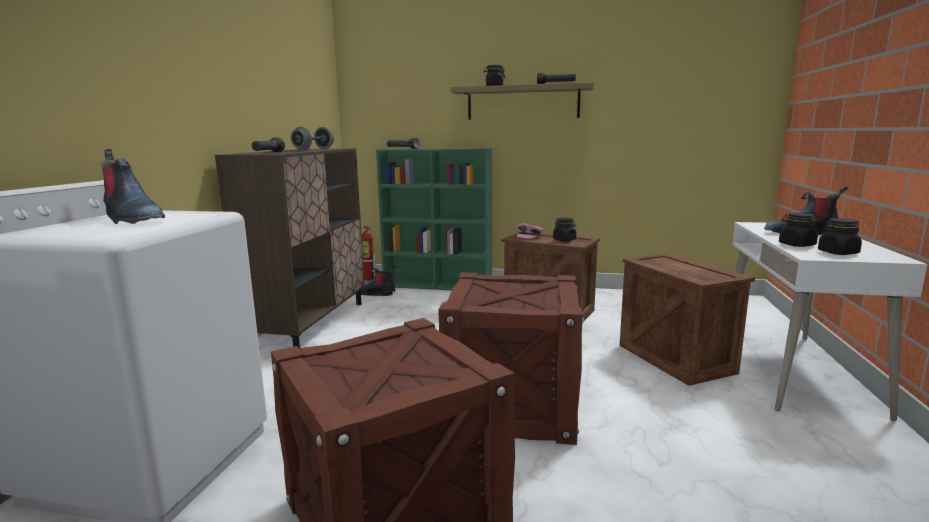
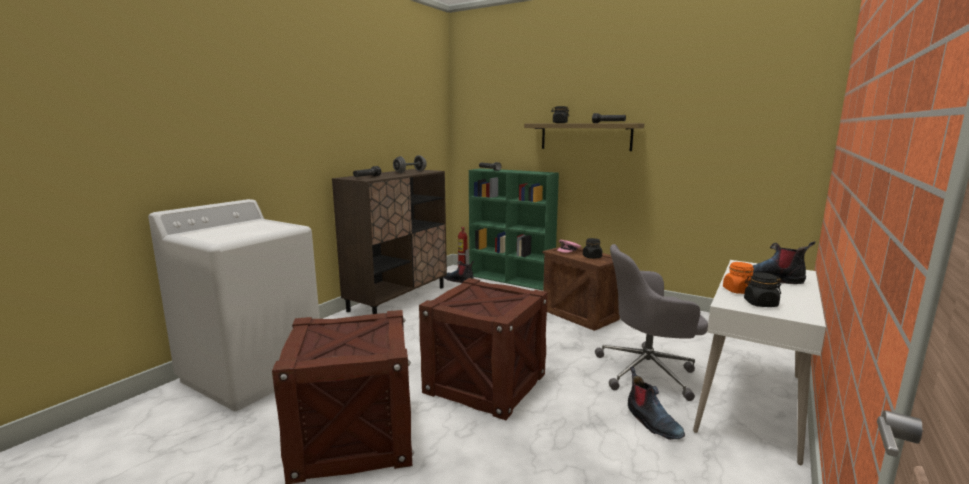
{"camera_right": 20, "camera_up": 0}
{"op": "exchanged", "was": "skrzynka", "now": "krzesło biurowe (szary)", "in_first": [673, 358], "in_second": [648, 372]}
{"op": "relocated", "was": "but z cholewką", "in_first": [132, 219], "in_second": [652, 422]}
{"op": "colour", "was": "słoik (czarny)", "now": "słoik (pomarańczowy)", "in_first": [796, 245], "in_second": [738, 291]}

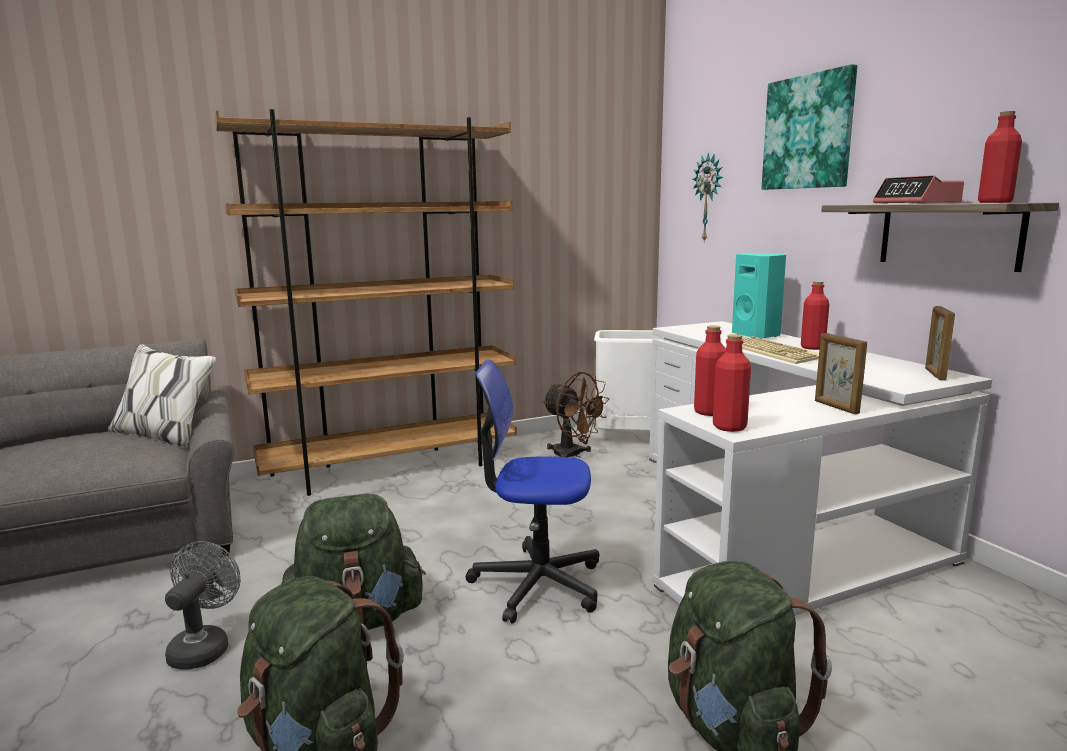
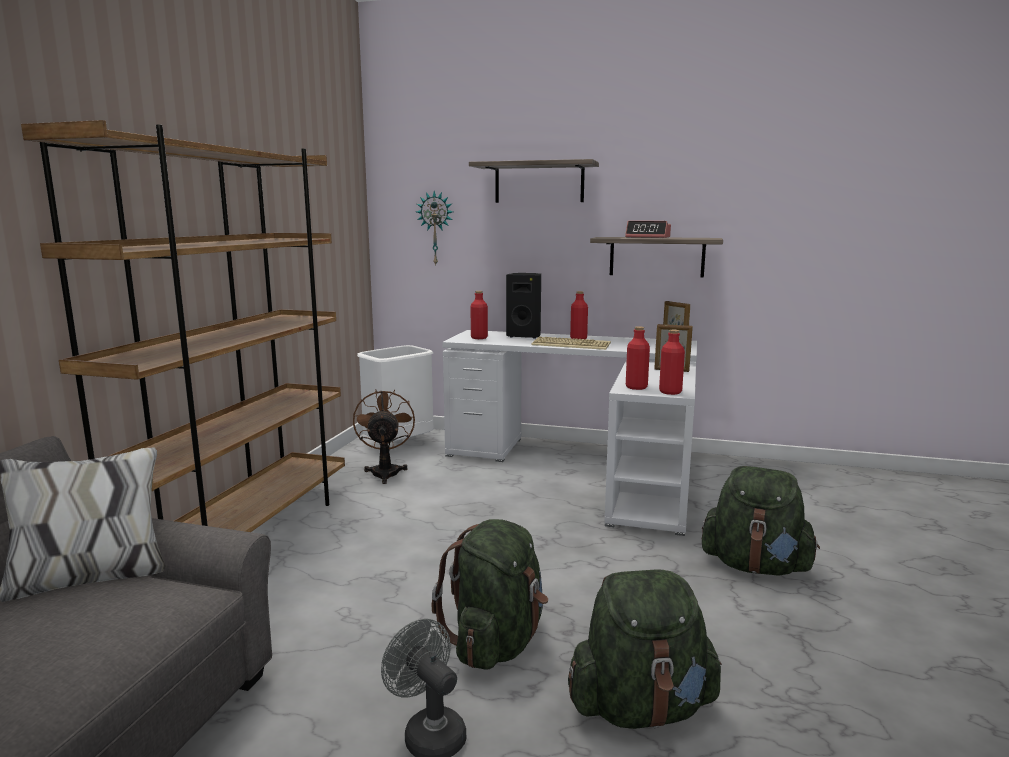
{"camera_right": -50, "camera_up": 0}
{"op": "spun", "was": "wentylator (brązowy)", "in_first": [573, 455], "in_second": [385, 471], "clockwise": -90}
{"op": "exchanged", "was": "obraz", "now": "półka", "in_first": [808, 132], "in_second": [539, 183]}
{"op": "relocated", "was": "butelka (czerwony)", "in_first": [995, 202], "in_second": [479, 338]}
{"op": "colour", "was": "głośnik (turkusowy)", "now": "głośnik (czarny)", "in_first": [757, 335], "in_second": [525, 336]}
{"op": "missing", "was": "krzesło biurowe", "in_first": [537, 584]}

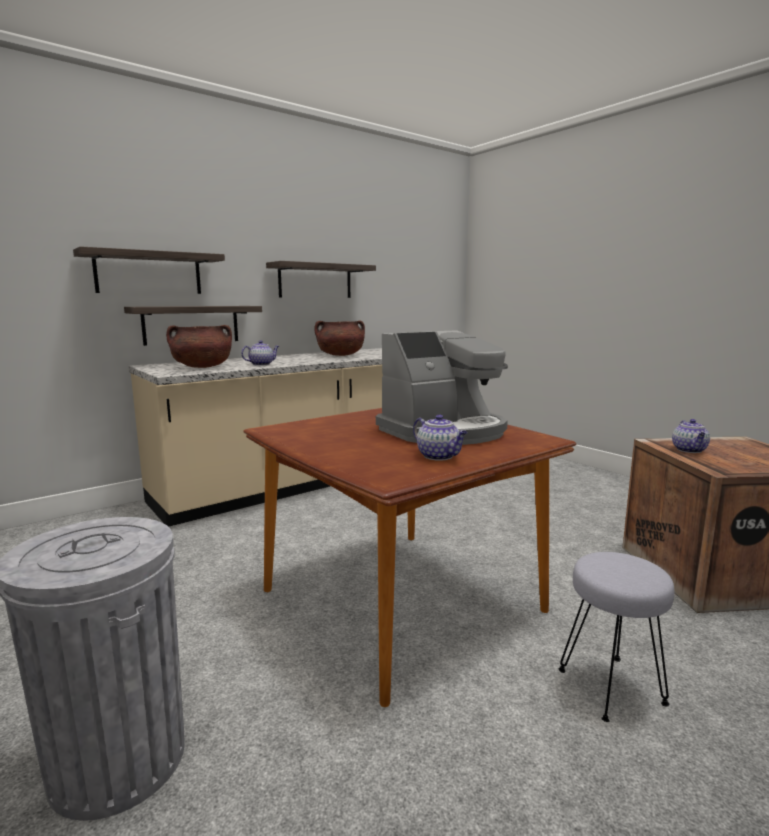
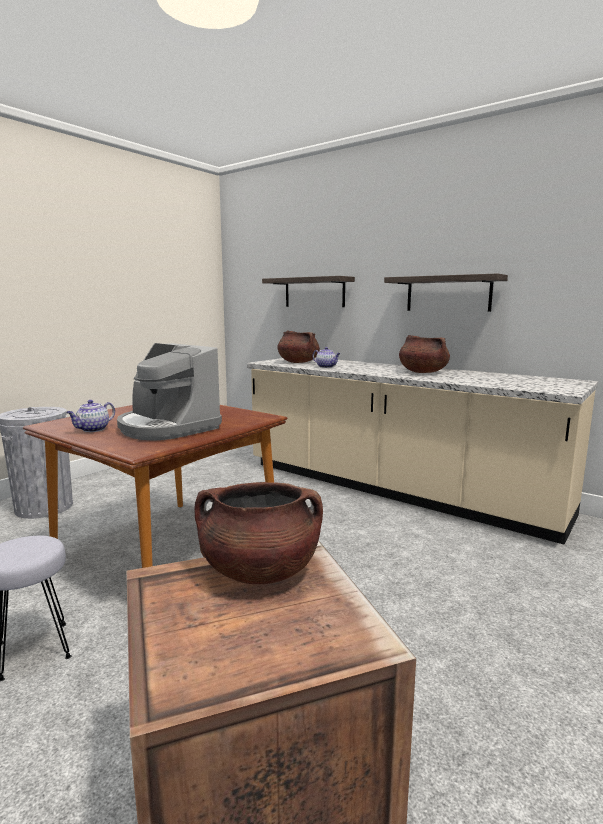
{"camera_right": 75, "camera_up": 0}
{"op": "exchanged", "was": "imbryk", "now": "garnek (brązowy)", "in_first": [690, 450], "in_second": [260, 571]}
{"op": "missing", "was": "półka", "in_first": [191, 324]}

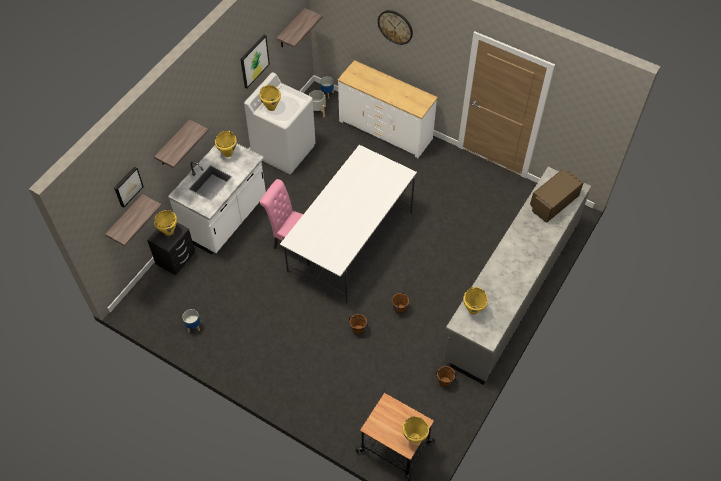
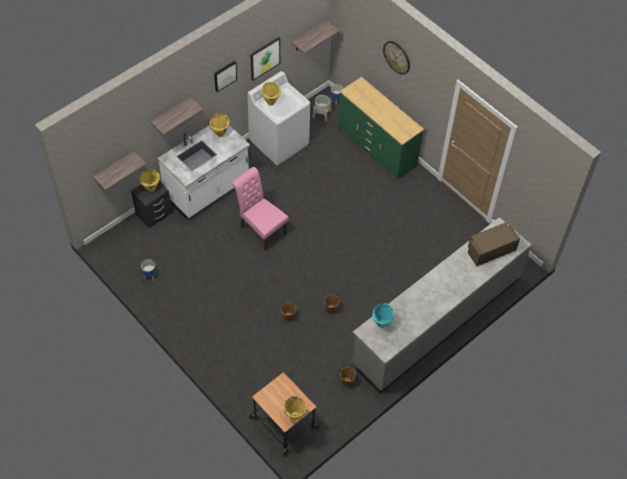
{"camera_right": 15, "camera_up": 0}
{"op": "relocated", "was": "obraz", "in_first": [127, 186], "in_second": [224, 75]}
{"op": "colour", "was": "komoda (biały)", "now": "komoda (zielony)", "in_first": [385, 130], "in_second": [377, 147]}
{"op": "colour", "was": "garnek (żółty)", "now": "garnek (turkusowy)", "in_first": [473, 310], "in_second": [381, 323]}
{"op": "missing", "was": "stół jadalny (biały)", "in_first": [350, 241]}

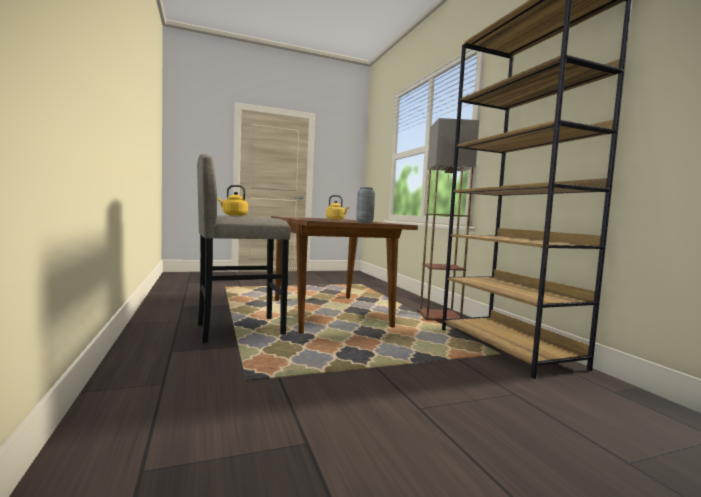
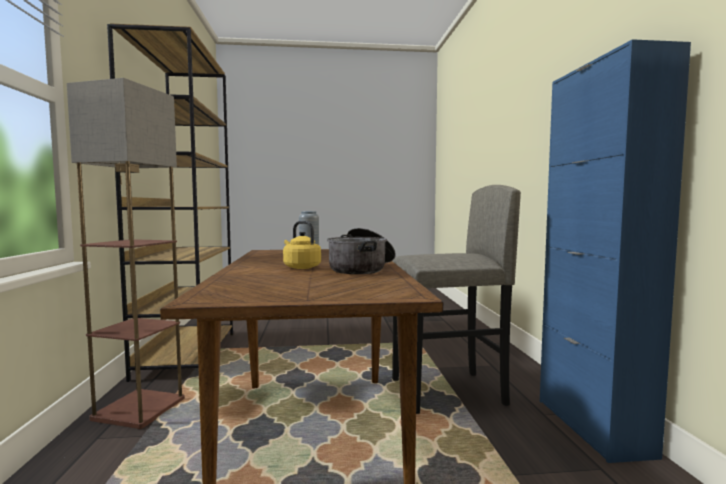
{"camera_right": -165, "camera_up": 0}
{"op": "appeared", "now": "garnek", "in_second": [362, 268]}
{"op": "appeared", "now": "szafka (niebieski)", "in_second": [592, 426]}
{"op": "missing", "was": "czajnik (żółty)", "in_first": [233, 215]}

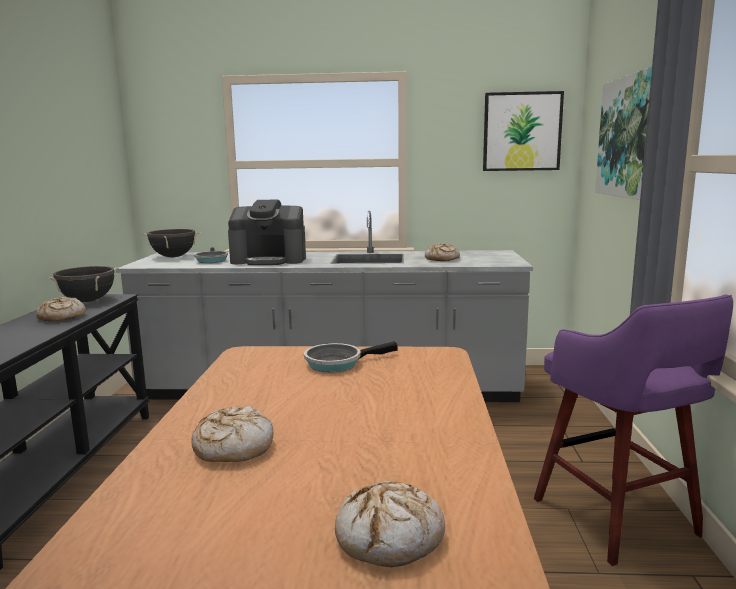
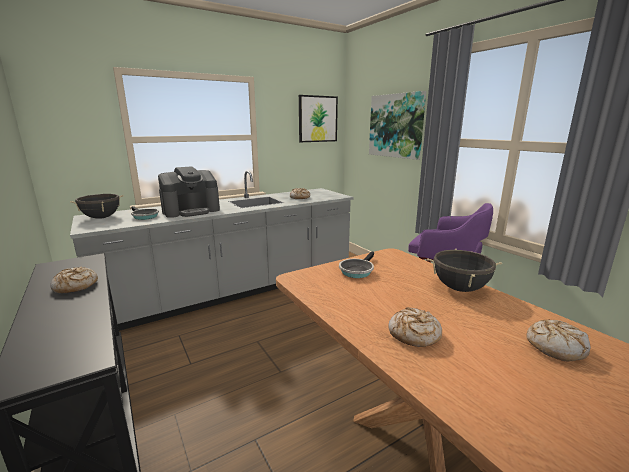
{"camera_right": -35, "camera_up": 5}
{"op": "relocated", "was": "garnek (czarny)", "in_first": [87, 301], "in_second": [460, 288]}

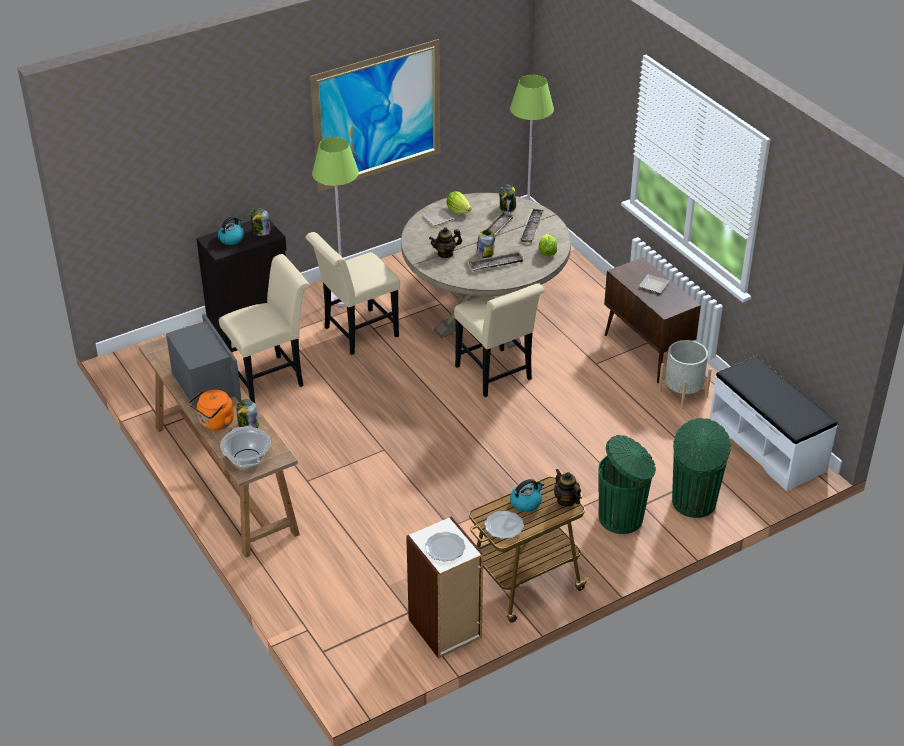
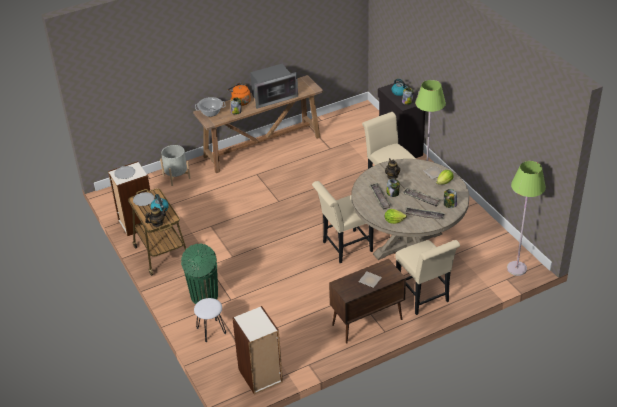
{"camera_right": 95, "camera_up": 0}
{"op": "relocated", "was": "donica (szary)", "in_first": [682, 393], "in_second": [176, 177]}
{"op": "exchanged", "was": "kosz na śmieci (zielony)", "now": "stołek (biały)", "in_first": [693, 503], "in_second": [211, 330]}
{"op": "exchanged", "was": "ławka (biały)", "now": "regał", "in_first": [767, 445], "in_second": [260, 376]}
{"op": "relocated", "was": "krzesło (beżowy)", "in_first": [271, 377], "in_second": [424, 298]}
{"op": "missing", "was": "obraz", "in_first": [377, 115]}

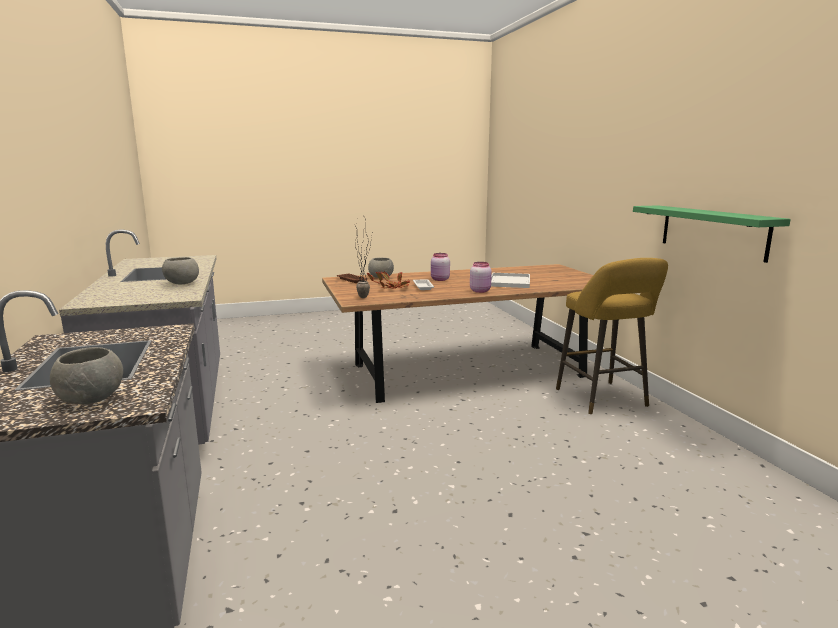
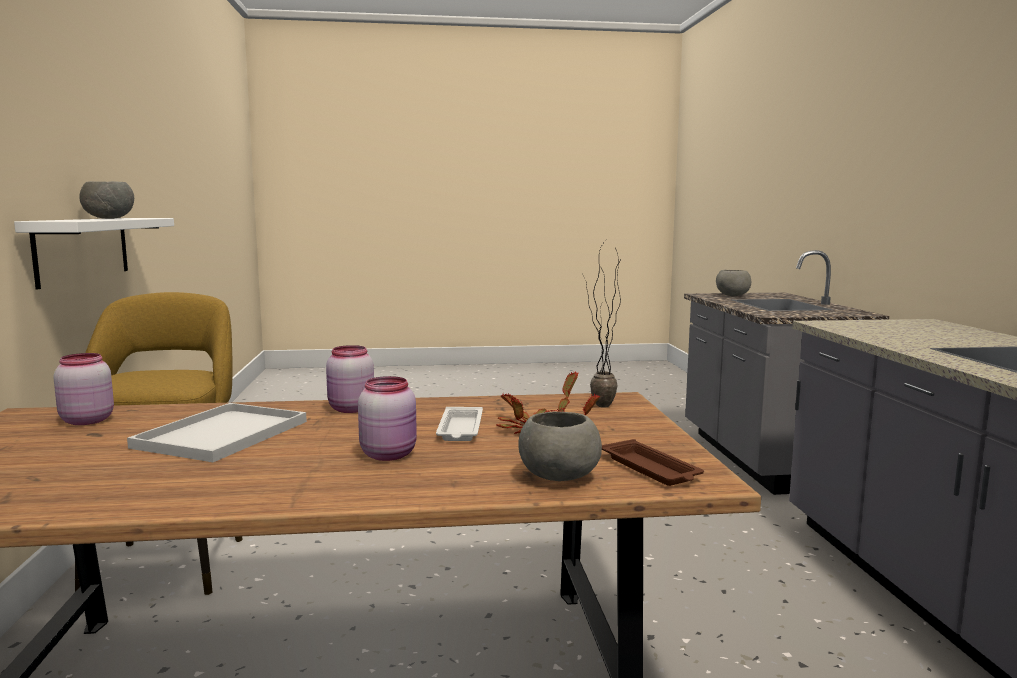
{"camera_right": -170, "camera_up": -5}
{"op": "colour", "was": "półka (zielony)", "now": "półka (biały)", "in_first": [712, 231], "in_second": [83, 249]}
{"op": "appeared", "now": "słoik (różowy)", "in_second": [86, 420]}
{"op": "relocated", "was": "miska (szary)", "in_first": [182, 284], "in_second": [110, 218]}

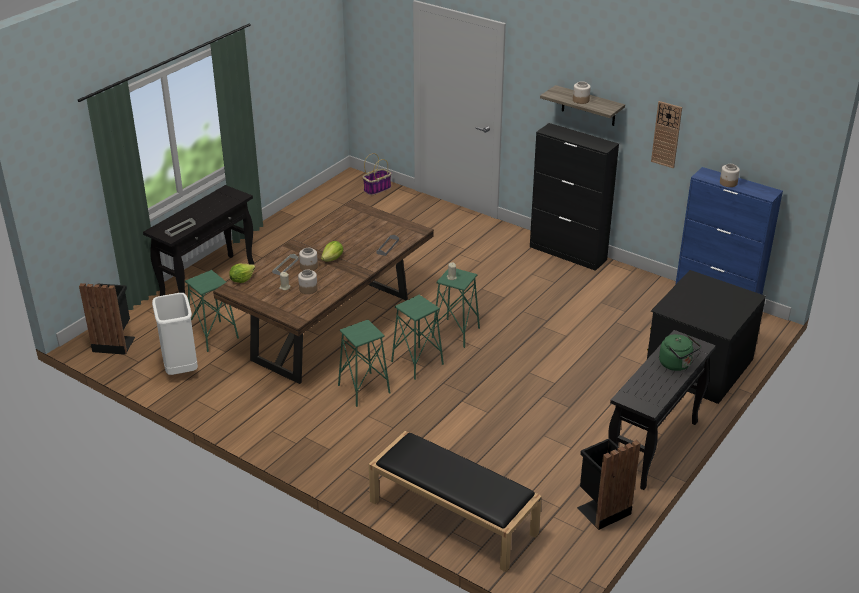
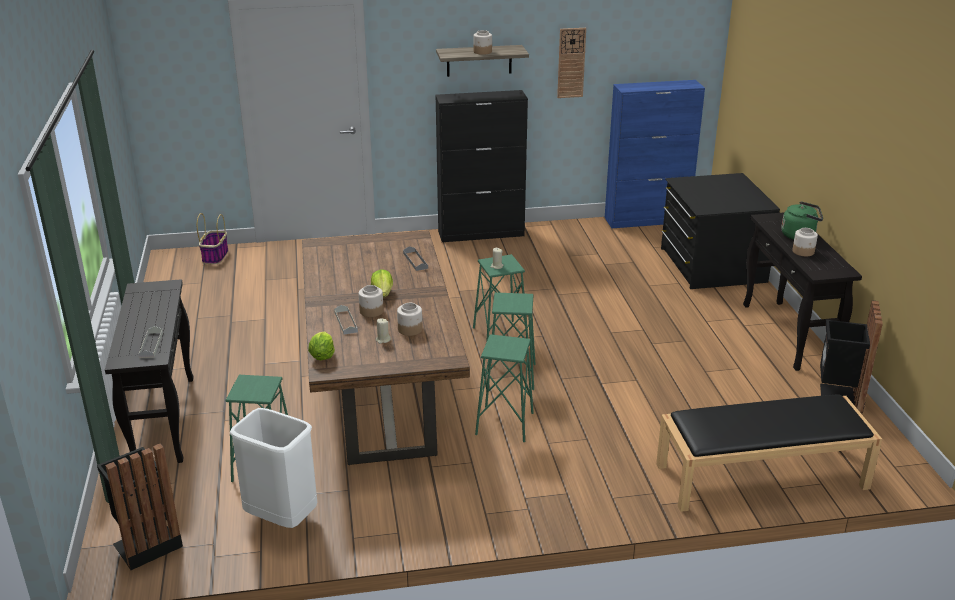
{"camera_right": -45, "camera_up": -5}
{"op": "relocated", "was": "słoik", "in_first": [728, 183], "in_second": [803, 251]}

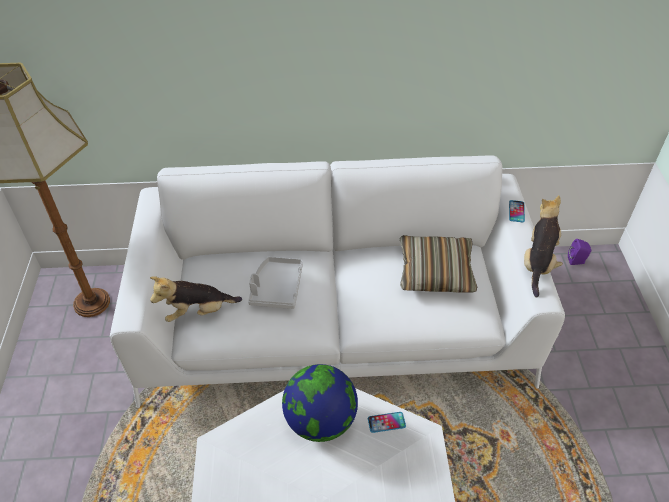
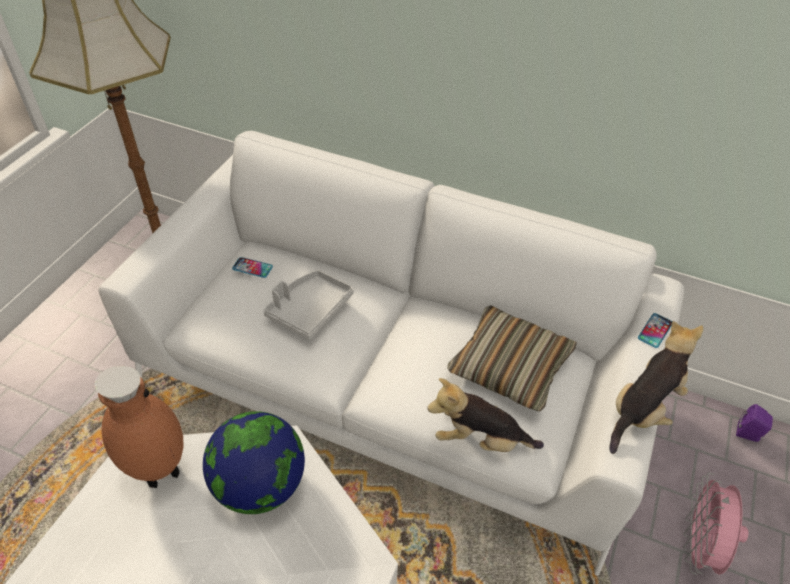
{"camera_right": 25, "camera_up": 0}
{"op": "appeared", "now": "wazon (brązowy)", "in_second": [159, 474]}
{"op": "relocated", "was": "telefon", "in_first": [386, 422], "in_second": [252, 268]}
{"op": "relocated", "was": "pluszak", "in_first": [198, 312], "in_second": [480, 440]}
{"op": "appeared", "now": "wentylator (różowy)", "in_second": [698, 547]}

